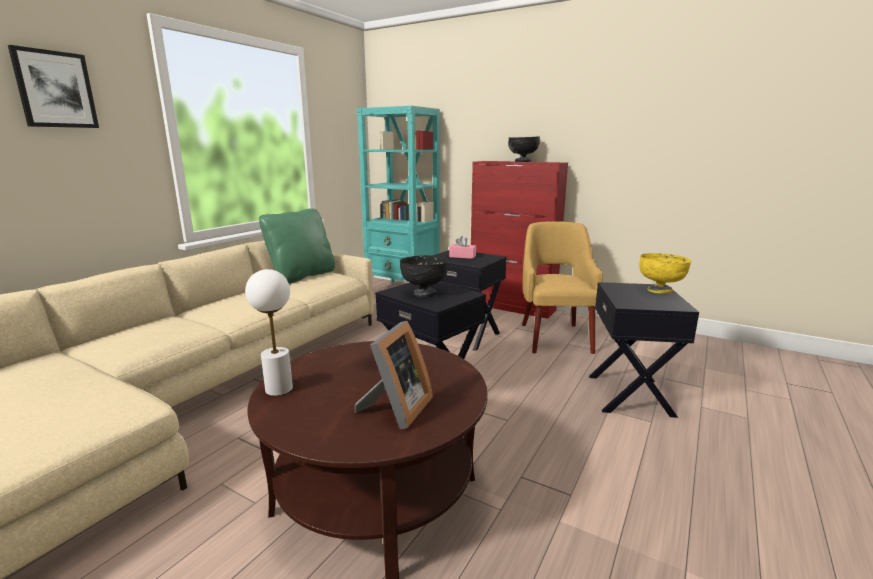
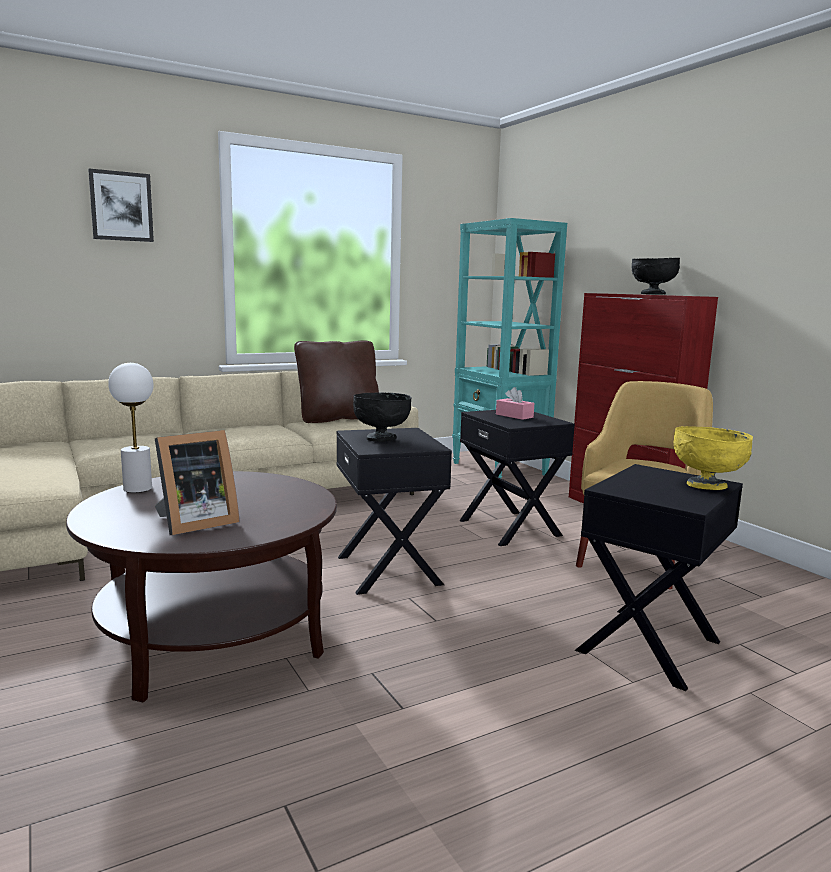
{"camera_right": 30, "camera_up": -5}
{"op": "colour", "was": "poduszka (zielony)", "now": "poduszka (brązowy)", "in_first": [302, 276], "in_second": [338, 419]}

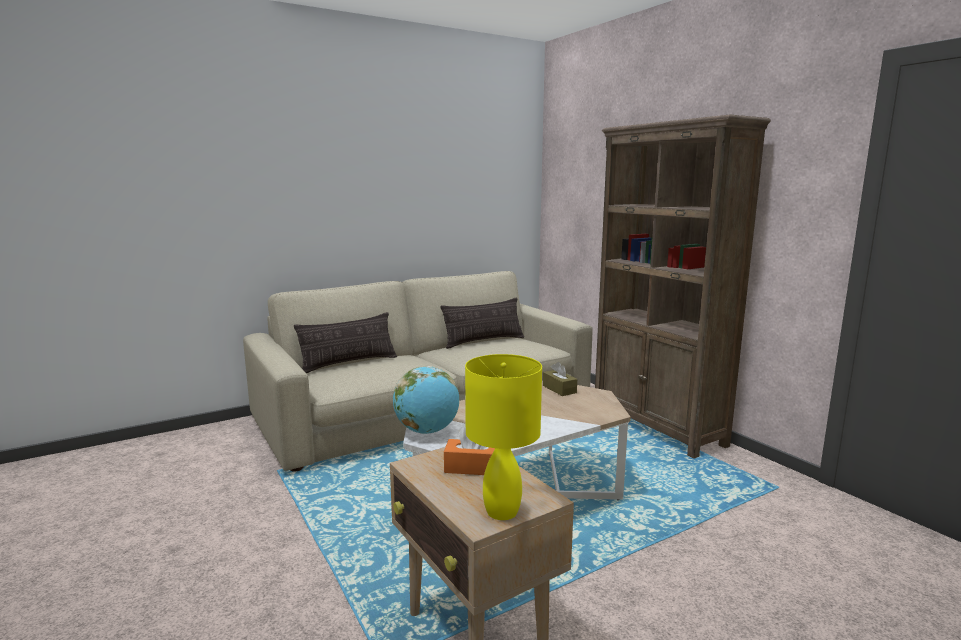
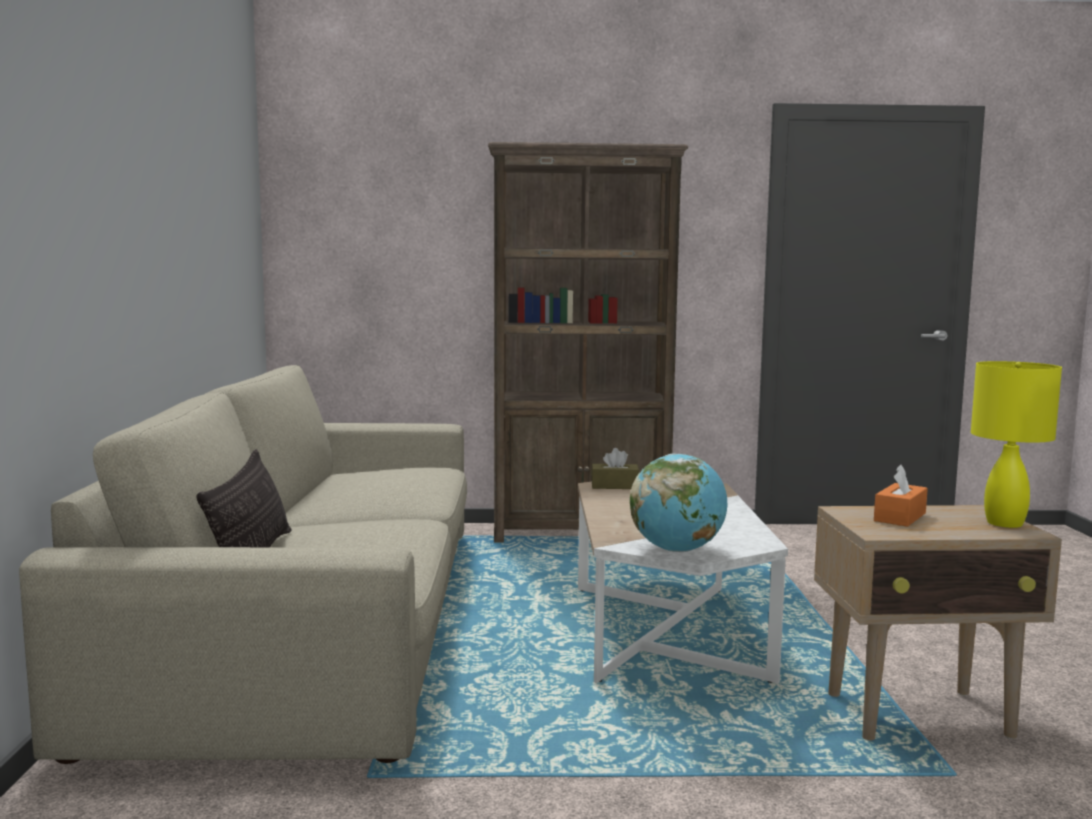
{"camera_right": -60, "camera_up": -5}
{"op": "missing", "was": "poduszka", "in_first": [483, 341]}

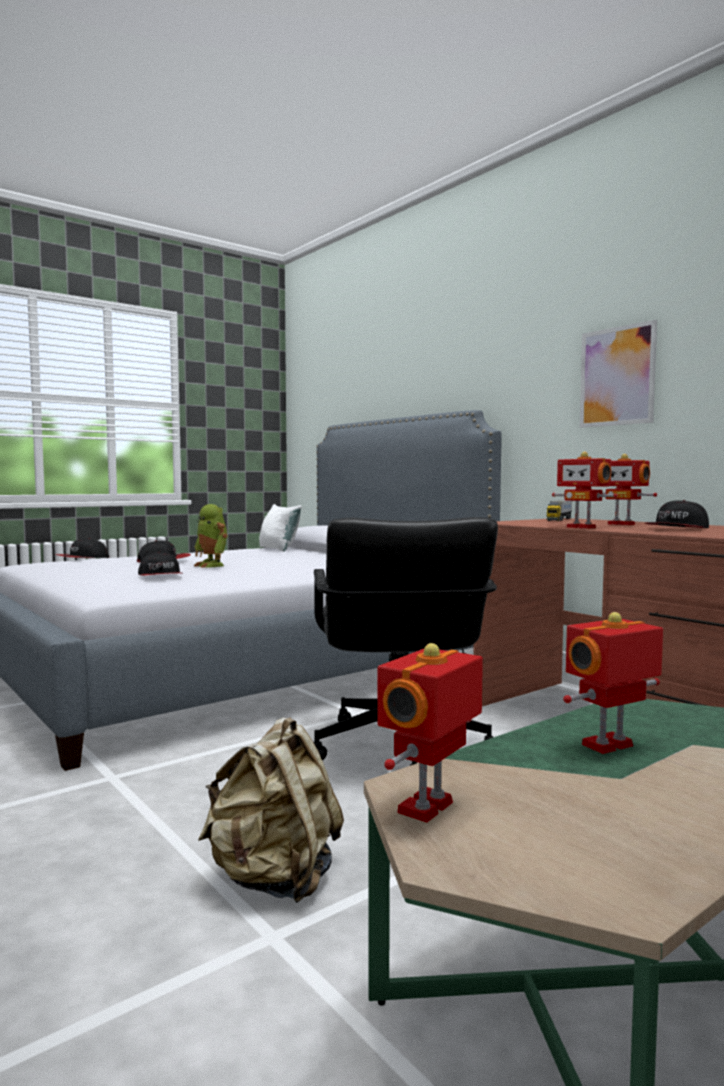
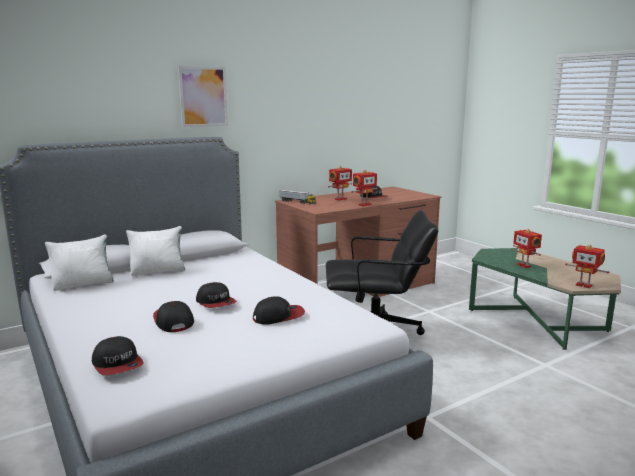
{"camera_right": -85, "camera_up": 10}
{"op": "appeared", "now": "poduszka (biały)", "in_second": [158, 271]}
{"op": "relocated", "was": "obraz", "in_first": [617, 376], "in_second": [203, 96]}
{"op": "exchanged", "was": "robot zabawkowy", "now": "czapka z daszkiem", "in_first": [212, 565], "in_second": [216, 302]}
{"op": "missing", "was": "plecak (beżowy)", "in_first": [274, 879]}

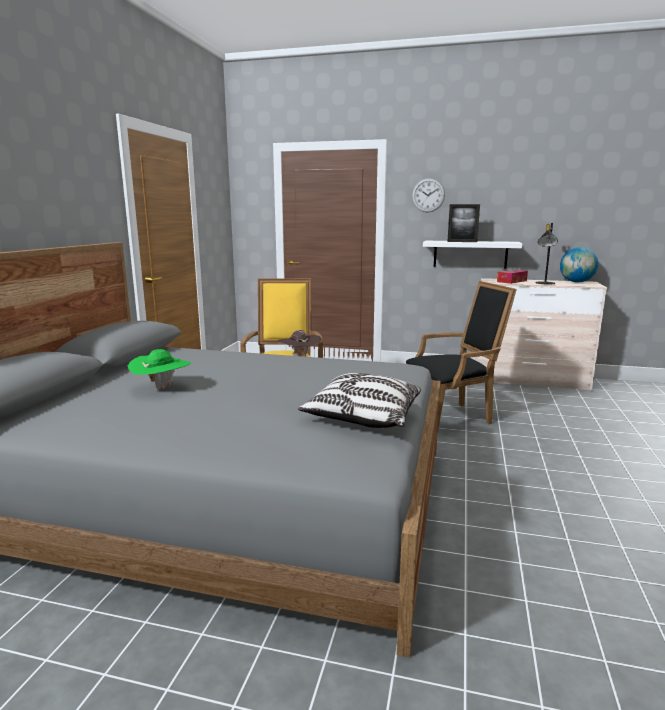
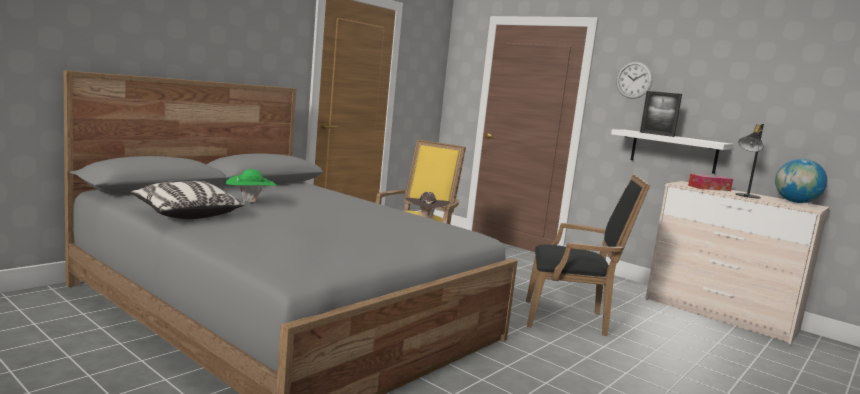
{"camera_right": 25, "camera_up": -5}
{"op": "relocated", "was": "poduszka", "in_first": [363, 417], "in_second": [186, 214]}

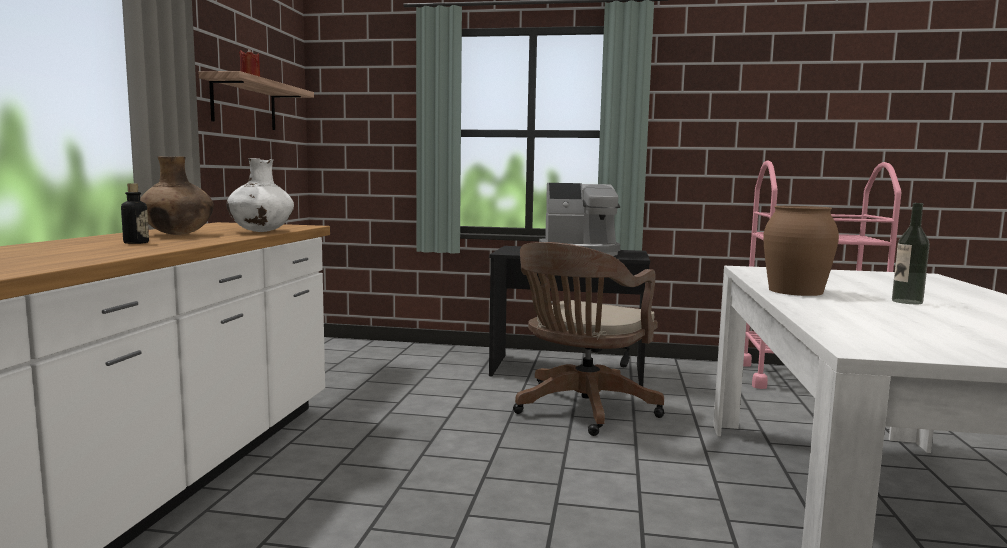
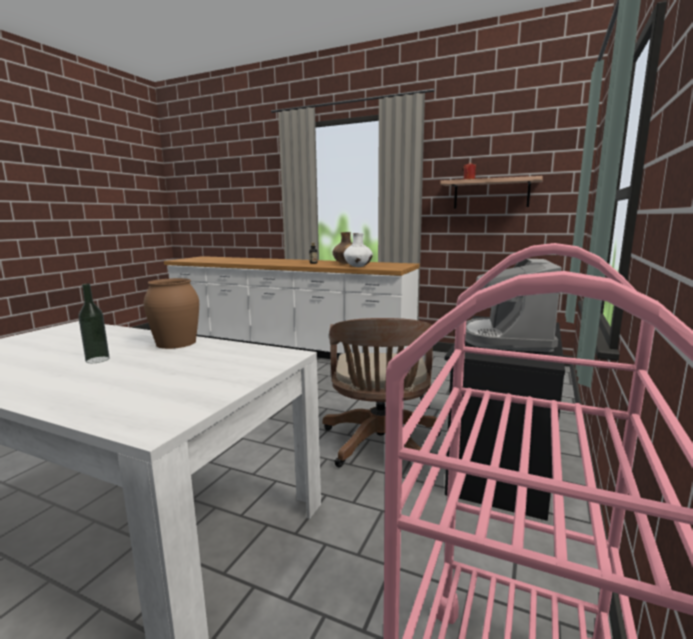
{"camera_right": 105, "camera_up": 5}
{"op": "spun", "was": "krzesło biurowe (brązowy)", "in_first": [582, 410], "in_second": [380, 445], "clockwise": -135}

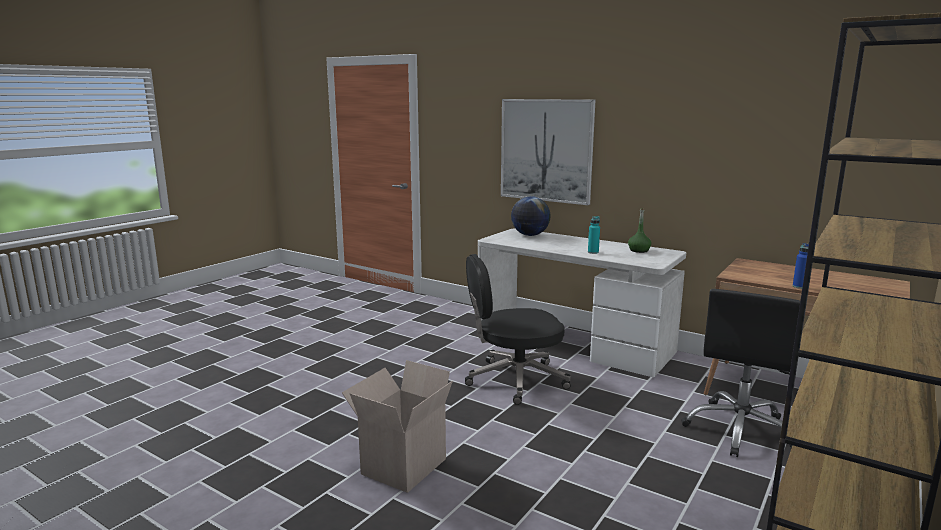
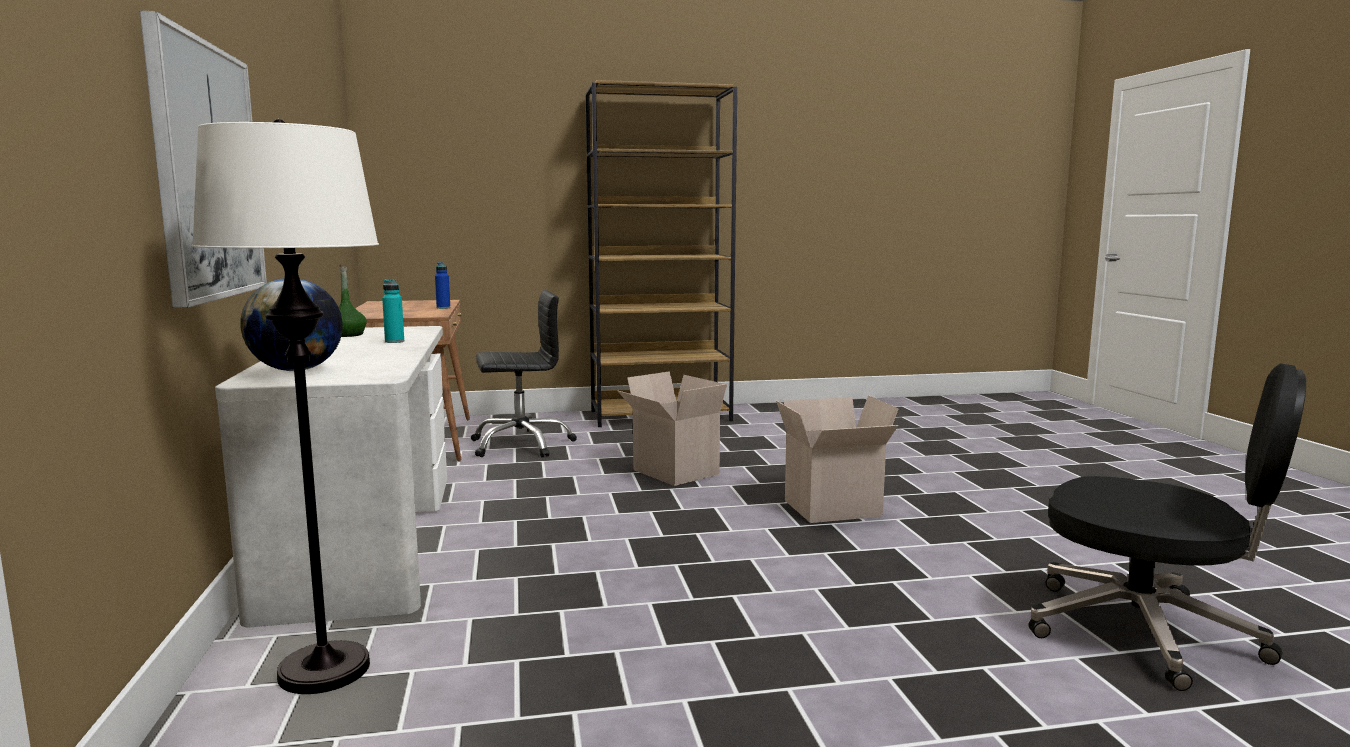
{"camera_right": -135, "camera_up": -5}
{"op": "appeared", "now": "lampa stojąca (biały)", "in_second": [323, 670]}
{"op": "appeared", "now": "karton", "in_second": [673, 472]}
{"op": "relocated", "was": "krzesło biurowe (czarny)", "in_first": [514, 380], "in_second": [1146, 633]}

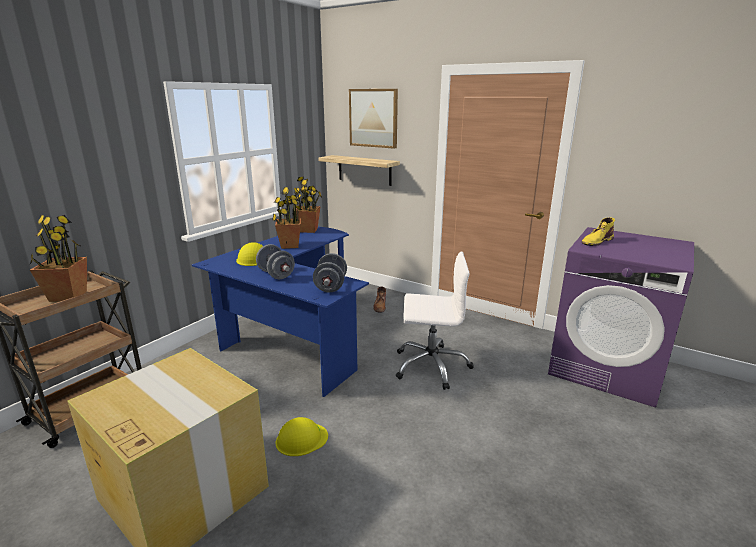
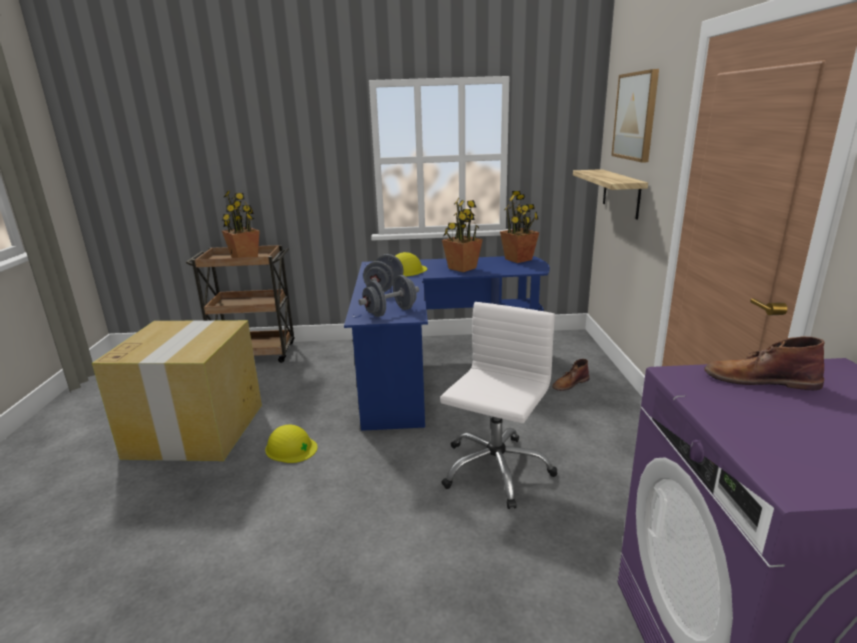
{"camera_right": 55, "camera_up": 0}
{"op": "spun", "was": "krzesło biurowe (biały)", "in_first": [431, 365], "in_second": [495, 469], "clockwise": -120}
{"op": "colour", "was": "but z cholewką (żółty)", "now": "but z cholewką (brązowy)", "in_first": [596, 241], "in_second": [759, 379]}

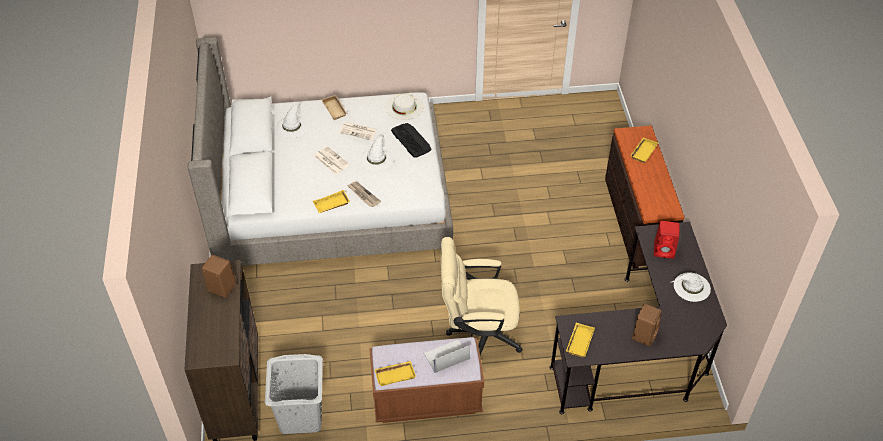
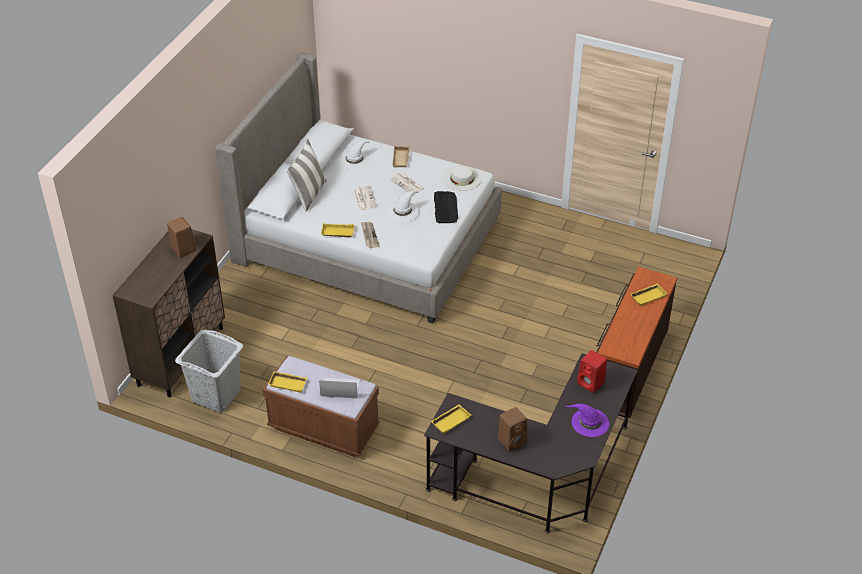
{"camera_right": 30, "camera_up": -5}
{"op": "appeared", "now": "poduszka", "in_second": [308, 194]}
{"op": "colour", "was": "kapelusz (biały)", "now": "kapelusz (fioletowy)", "in_first": [691, 287], "in_second": [589, 422]}
{"op": "missing", "was": "krzesło biurowe (beżowy)", "in_first": [478, 333]}

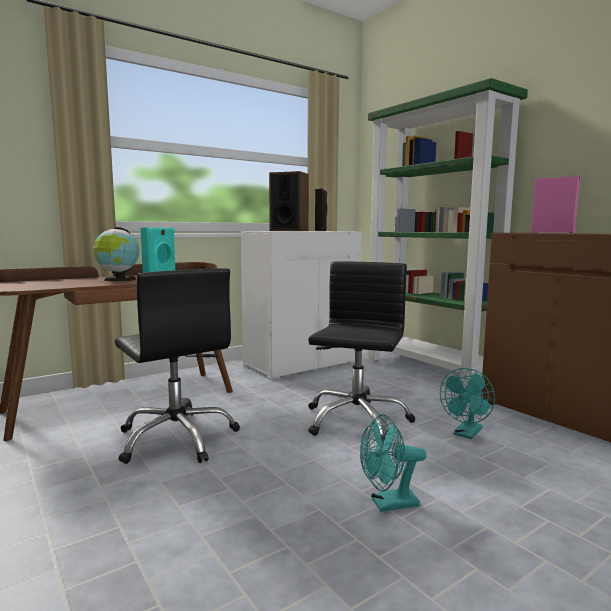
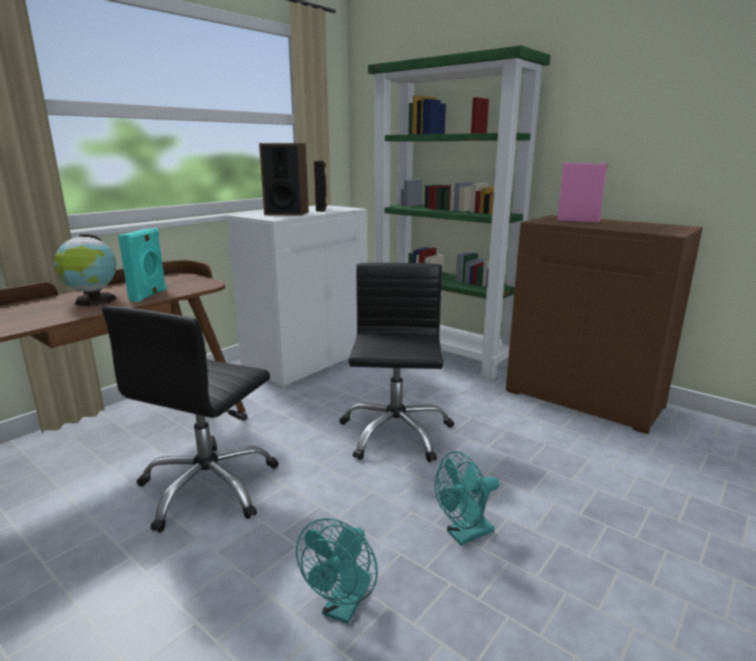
{"camera_right": -15, "camera_up": 10}
{"op": "spun", "was": "krzesło biurowe (czarny)", "in_first": [177, 438], "in_second": [209, 487], "clockwise": 75}
{"op": "relocated", "was": "wentylator (turkusowy)", "in_first": [466, 434], "in_second": [342, 608]}

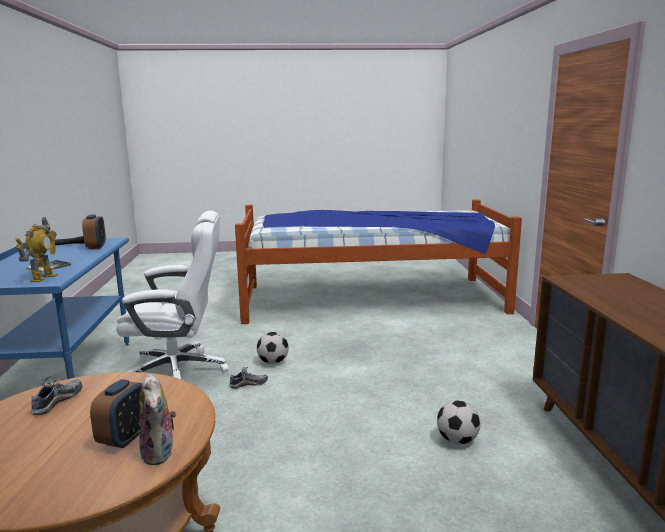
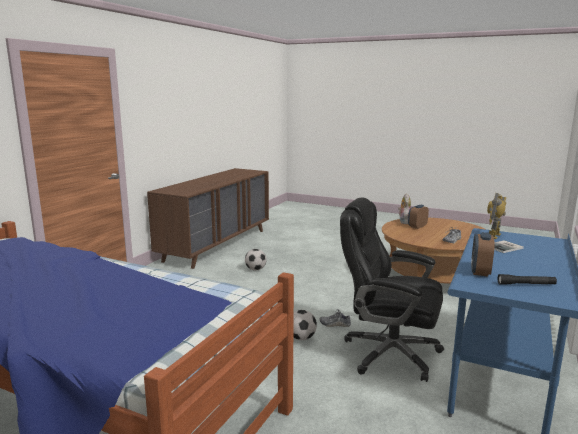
{"camera_right": -150, "camera_up": 0}
{"op": "colour", "was": "krzesło biurowe (biały)", "now": "krzesło biurowe (czarny)", "in_first": [178, 371], "in_second": [389, 353]}

